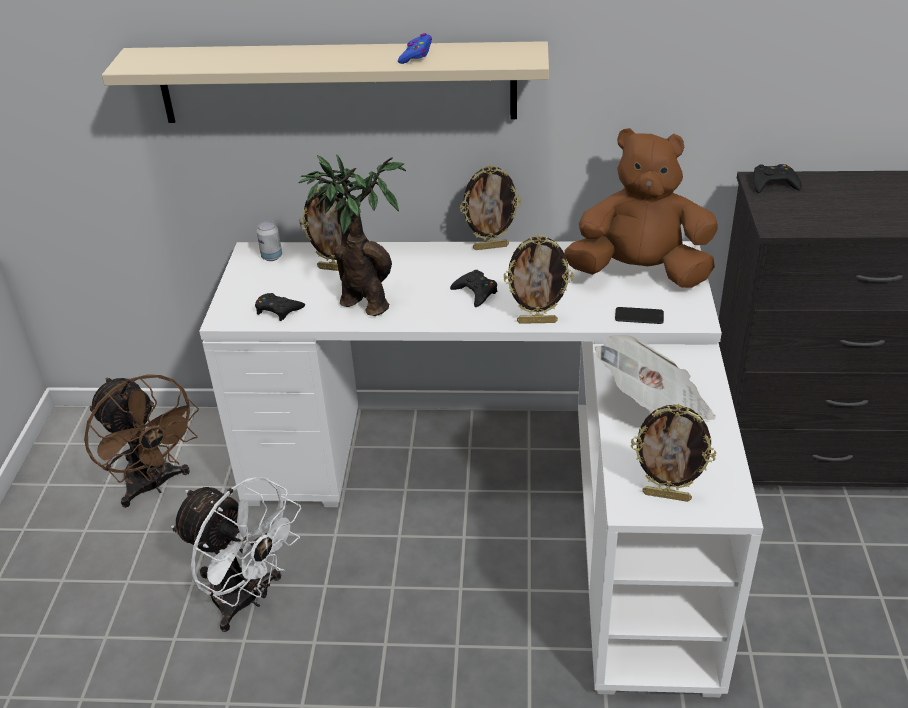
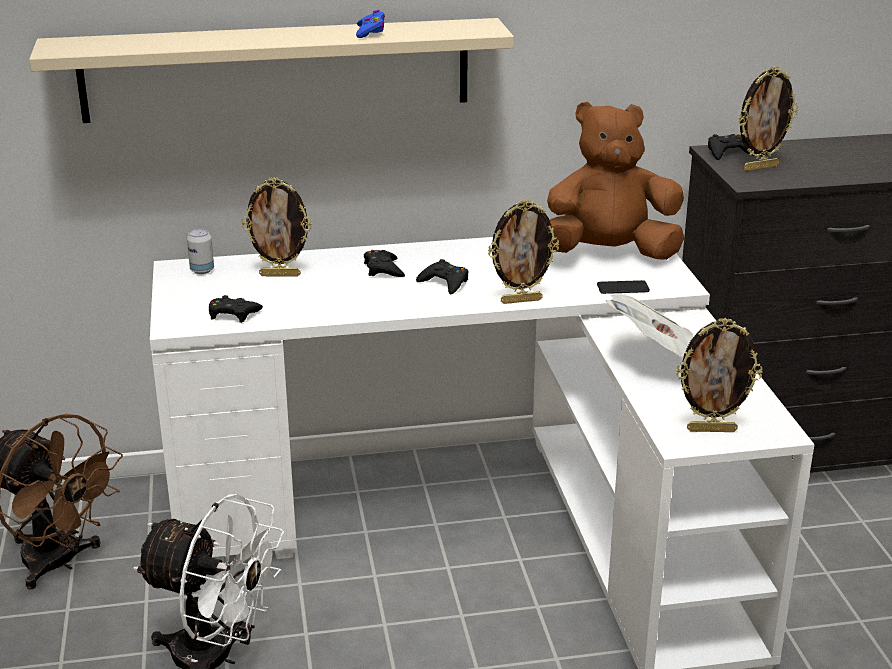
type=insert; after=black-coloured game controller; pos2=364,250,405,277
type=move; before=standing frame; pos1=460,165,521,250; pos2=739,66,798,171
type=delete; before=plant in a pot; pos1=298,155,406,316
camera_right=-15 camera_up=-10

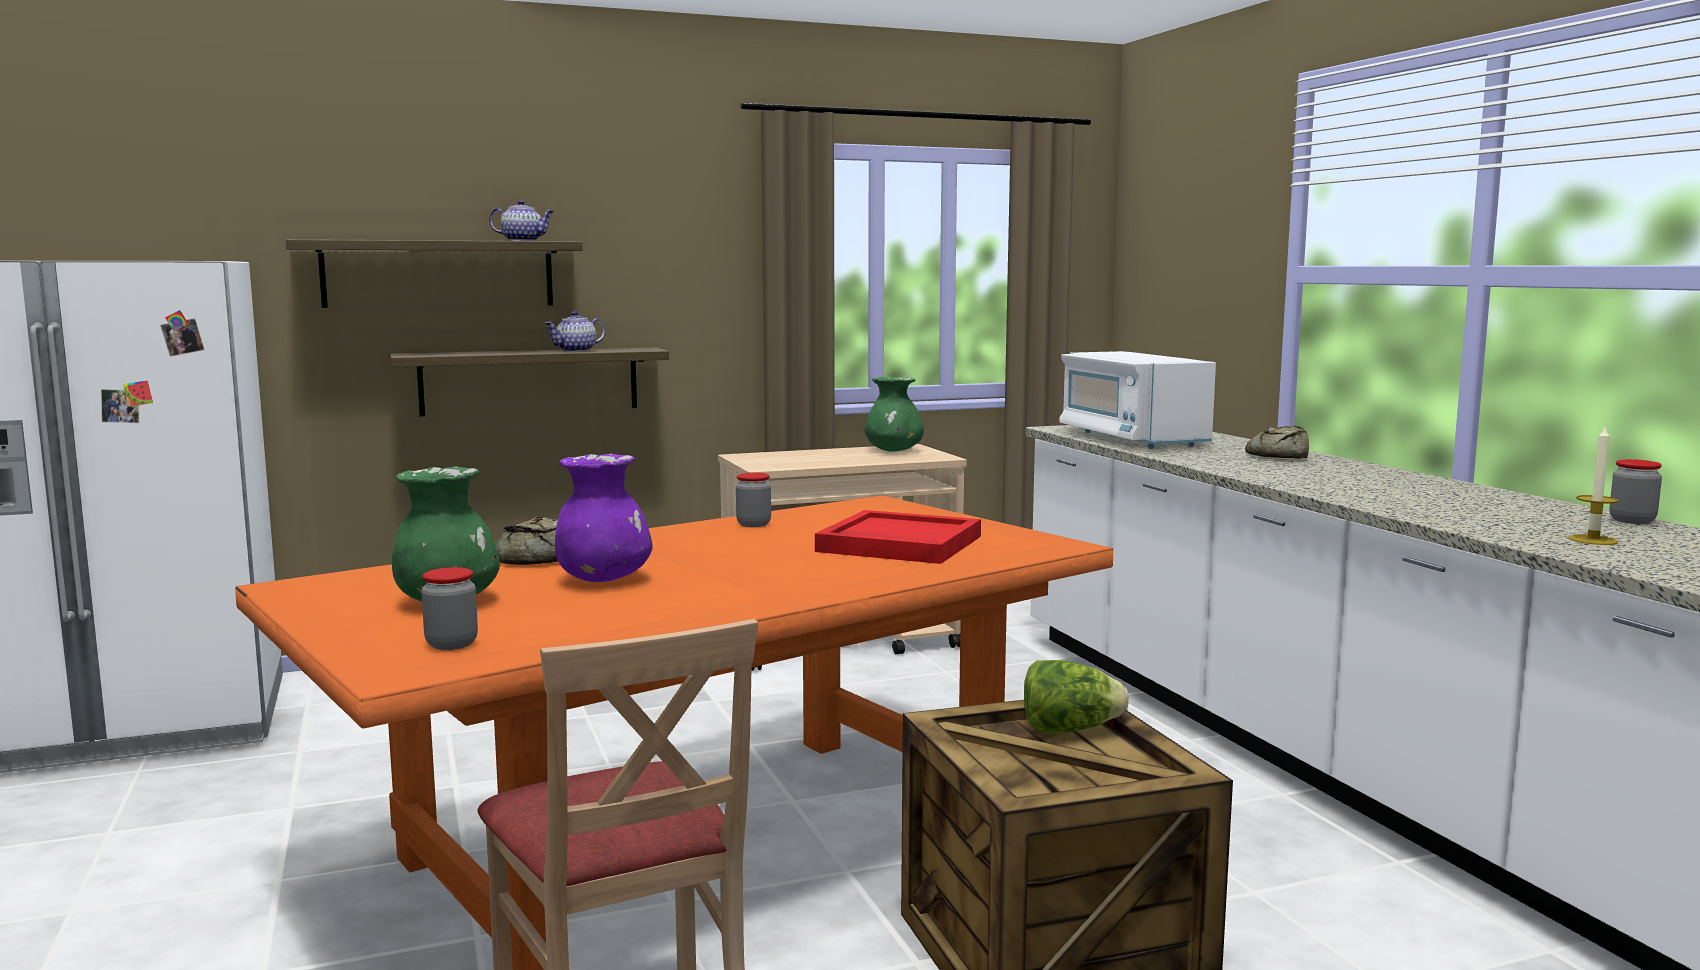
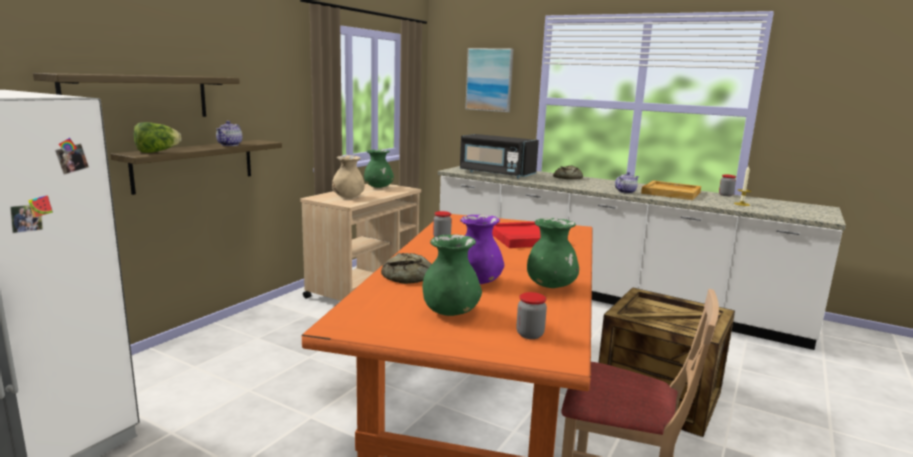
type=move; before=head of lettuce; pos1=1024,660,1129,733; pos2=133,122,181,153
type=insert; after=beige decorative vase; pos2=332,155,365,198
type=recolor; before=whitish kitchen microwave; after=black-coloured kitchen microwave; pos1=1059,351,1216,448; pos2=460,134,539,179
type=insert; after=wall picture; pos2=465,48,513,112
type=insert; after=green-coloured decorative vase; pos2=527,218,579,288
type=move; before=teapot; pos1=489,200,554,241; pos2=615,172,639,194
type=insert; after=beige tray; pos2=641,180,701,200
camera_right=-40 camera_up=5

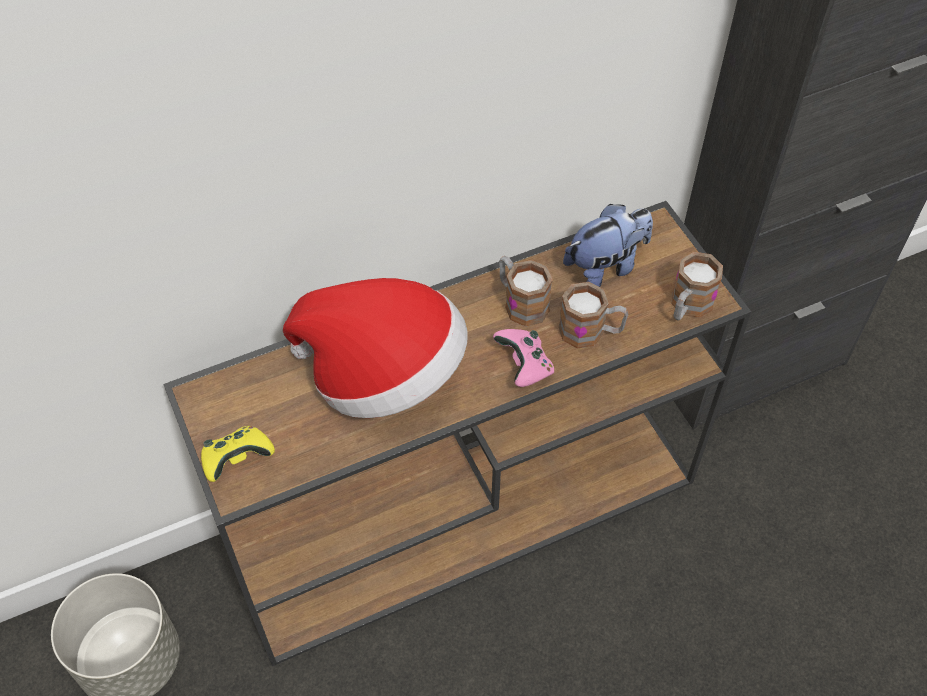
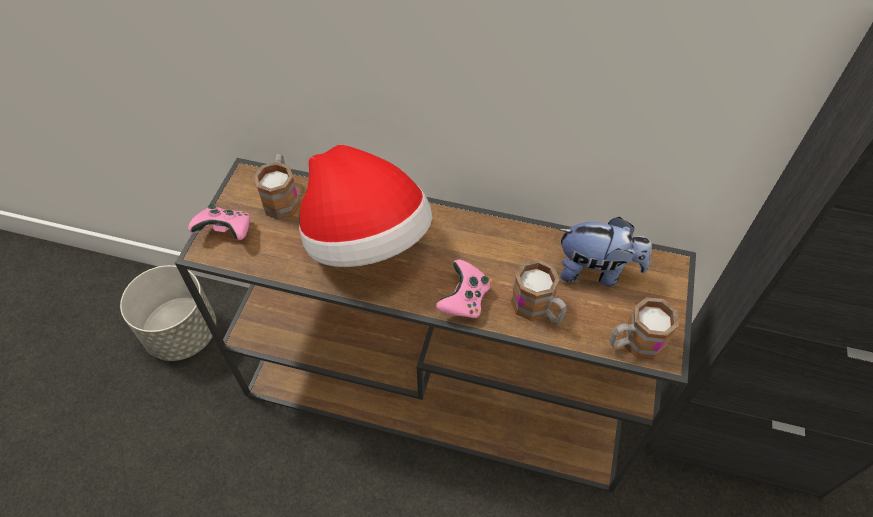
type=recolor; before=yellow-coloured game controller; after=pink-coloured game controller; pos1=201,426,275,482; pos2=188,204,250,240
type=move; before=coffee mug; pos1=499,256,553,327; pos2=253,154,300,220
camera_right=40 camera_up=0

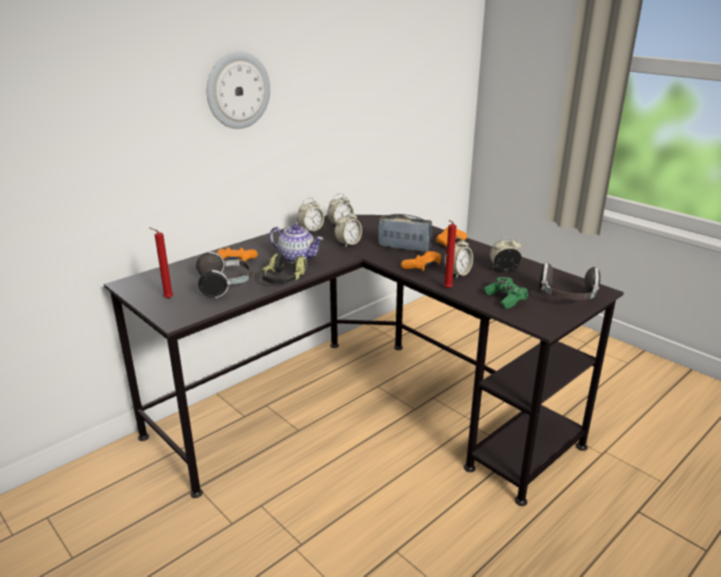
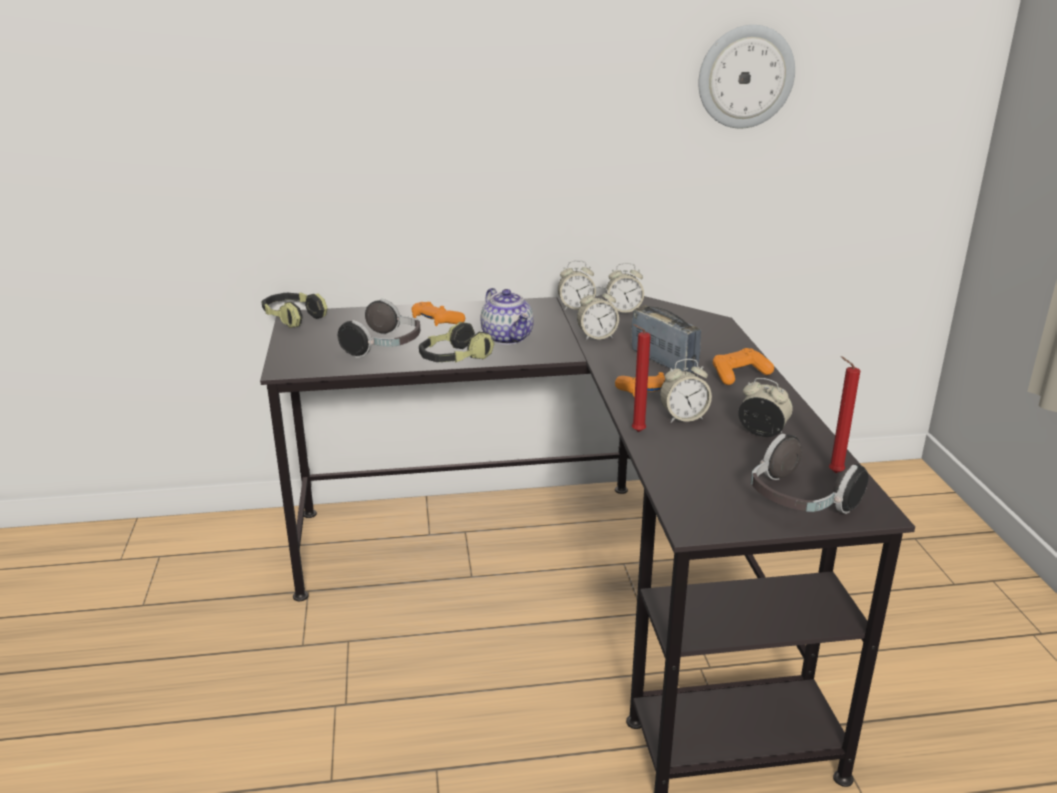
type=insert; after=headphones; pos2=261,292,328,328
type=move; before=clock on the wall; pos1=207,51,270,129; pos2=698,25,795,128
type=move; before=red-coloured candle; pos1=149,227,173,299; pos2=829,356,860,473
type=delete; before=green-coloured game controller; pos1=484,277,529,309
camera_right=35 camera_up=0

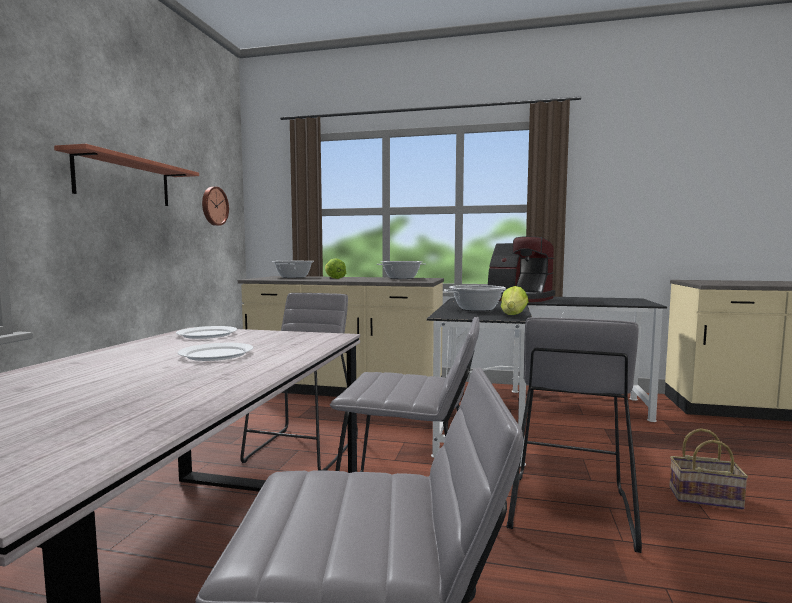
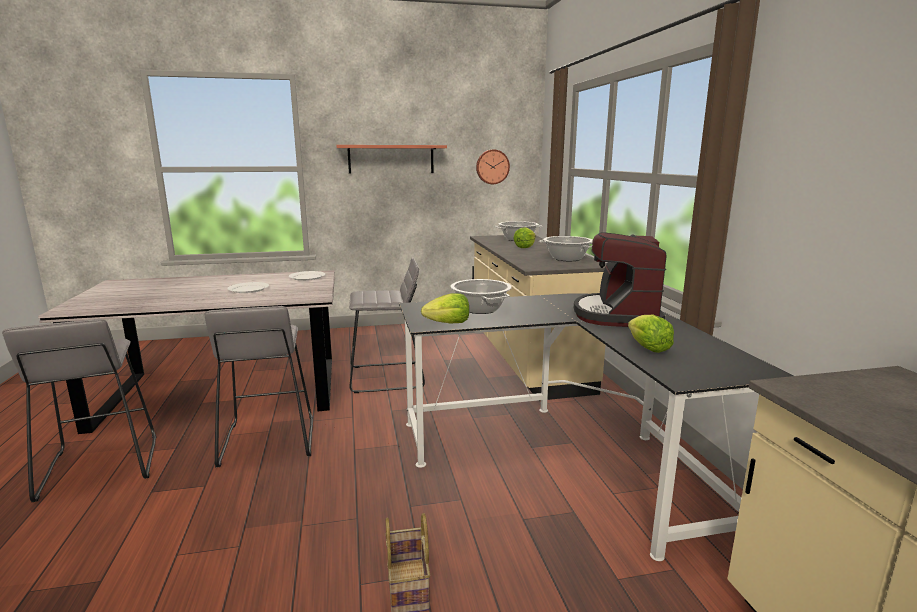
type=insert; after=head of lettuce; pos2=628,315,674,353
type=delete; before=greyish sitting stool; pos1=506,317,642,553
camera_right=65 camera_up=10

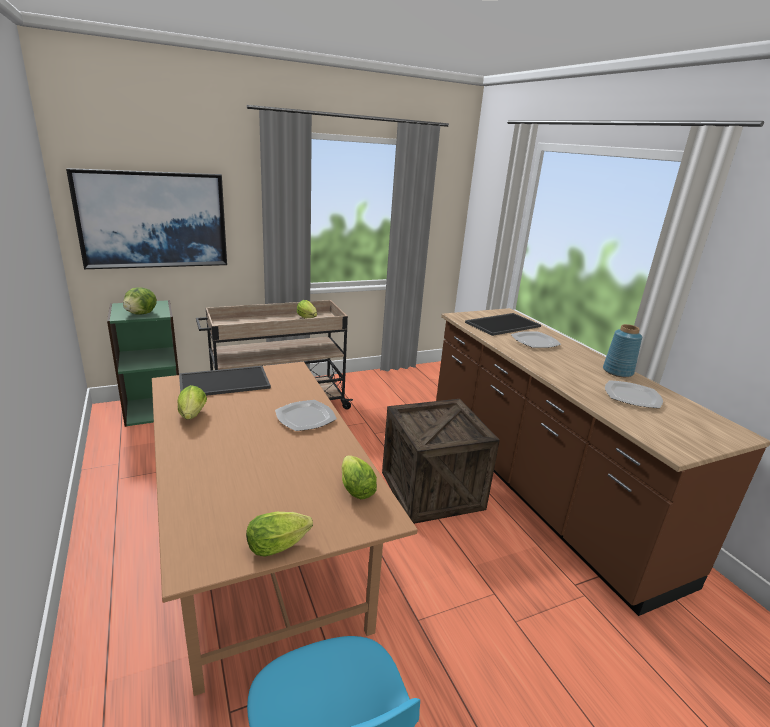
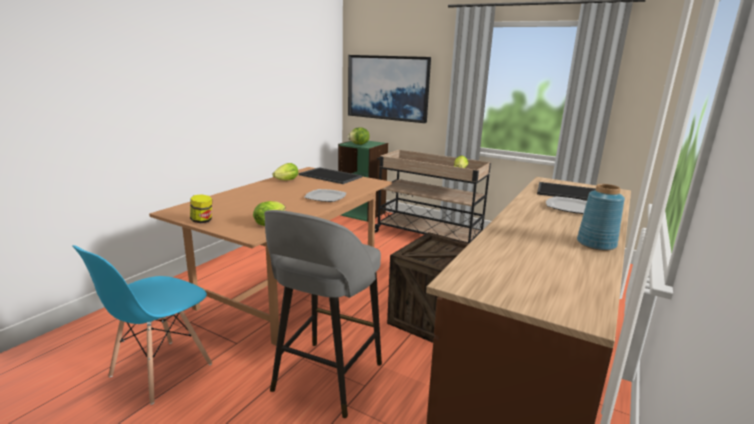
type=replace; before=head of lettuce; after=preserve jar; pos1=246,512,313,557; pos2=190,194,212,223
type=insert; after=greyish sitting stool; pos2=264,210,382,418
type=delete; before=dinner plate; pos1=605,380,663,408
camera_right=55 camera_up=-5

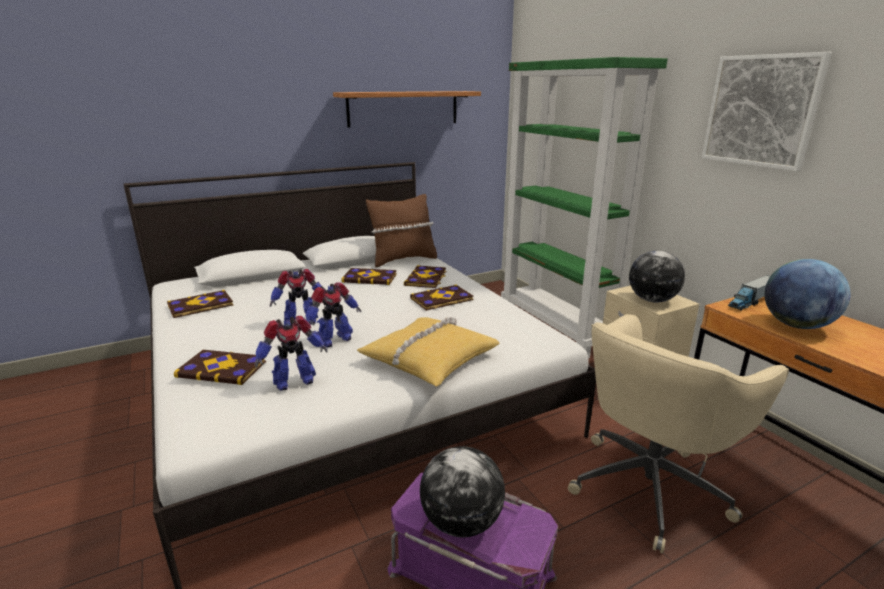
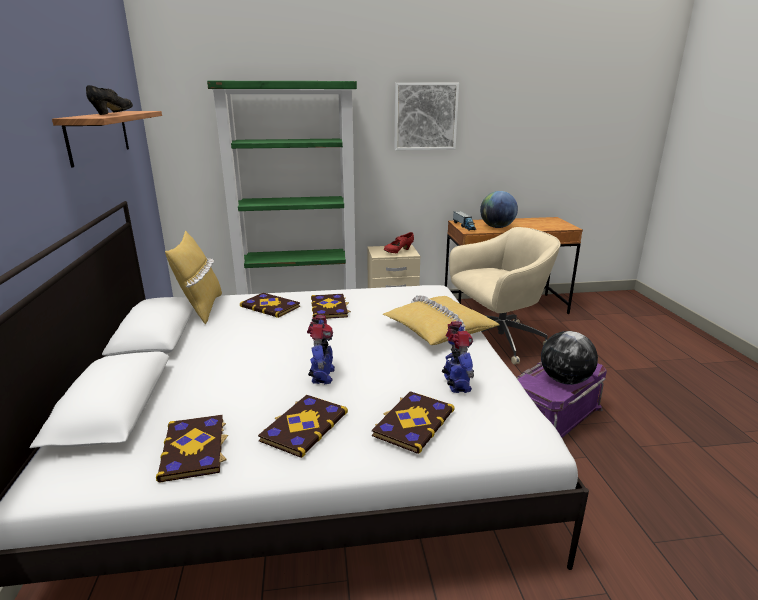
type=insert; after=black-coloured shoe; pos2=86,85,133,115
type=recolor; before=brownish throw pillow; after=yellow-coloured throw pillow; pos1=366,194,437,268; pos2=165,231,222,325
type=move; before=book; pos1=342,268,397,285; pos2=258,395,348,458
type=replace; before=globe; after=red-coloured shoe; pos1=629,251,685,302; pos2=384,232,414,253
type=rotate; before=beige office chair; pos1=568,314,789,553; pos2=449,227,561,364; turn=-90
type=delete; before=model robot; pos1=305,282,362,347
camera_right=-70 camera_up=0

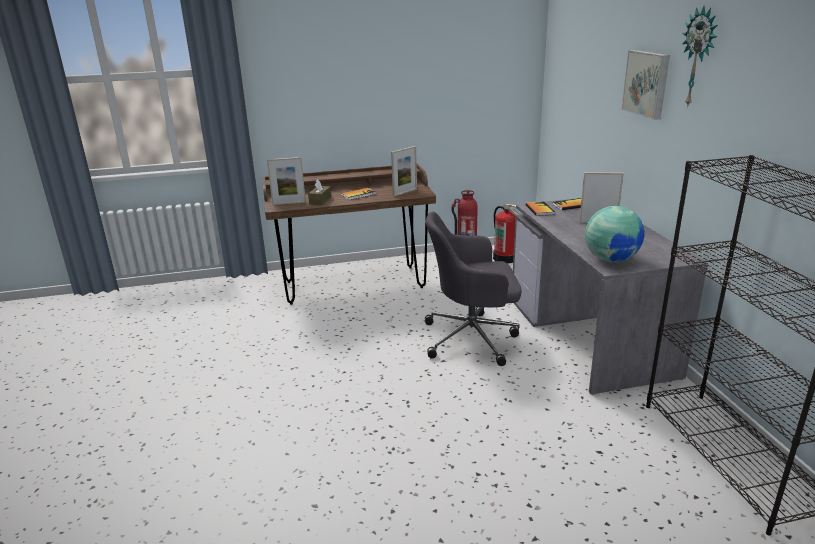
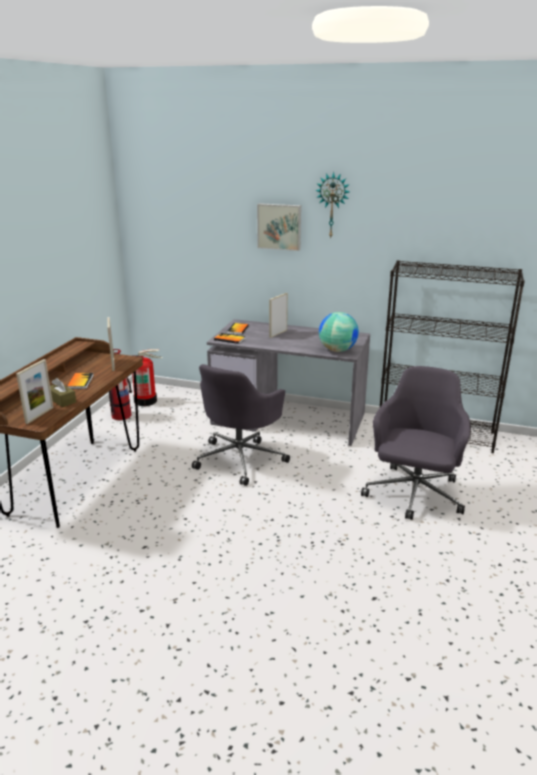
type=insert; after=greyish office chair; pos2=361,366,470,520
camera_right=-60 camera_up=0

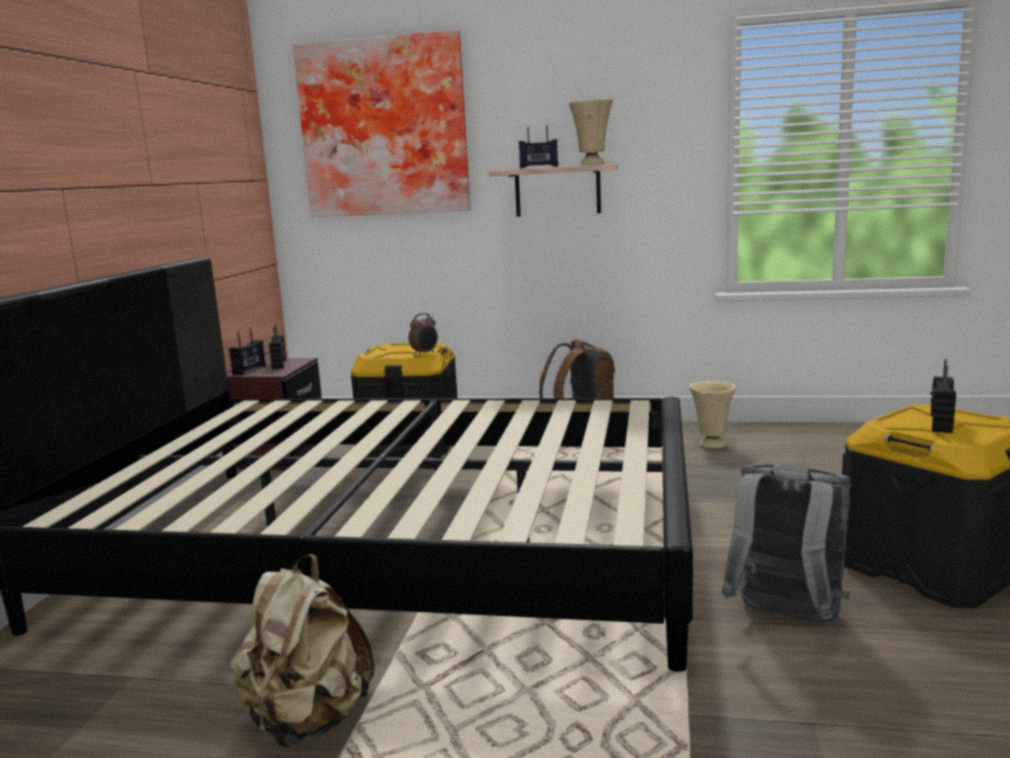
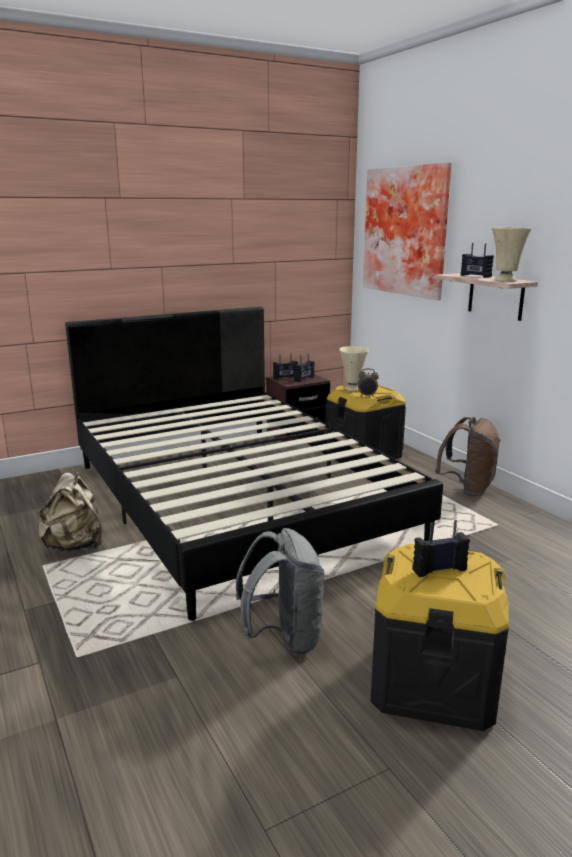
type=move; before=beige decorative vase; pos1=689,381,736,448; pos2=339,346,369,391
camera_right=50 camera_up=5

